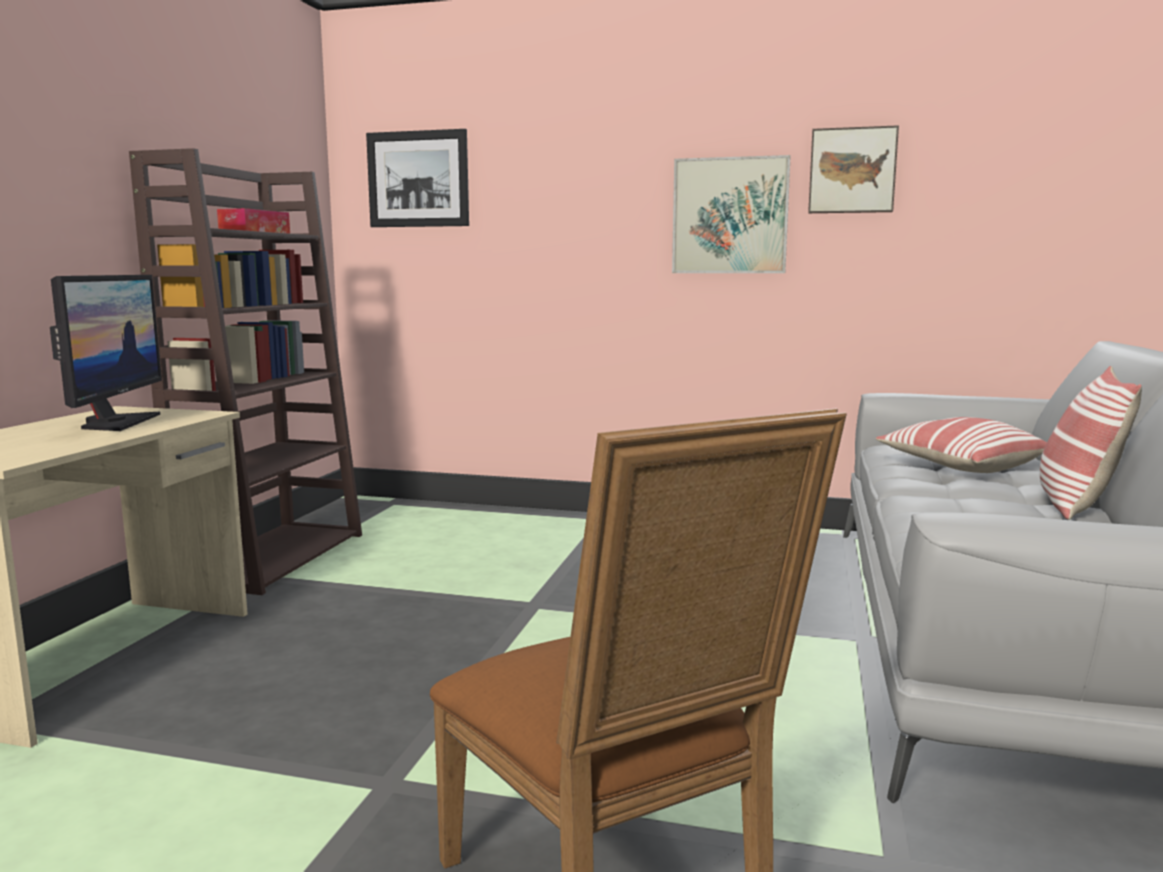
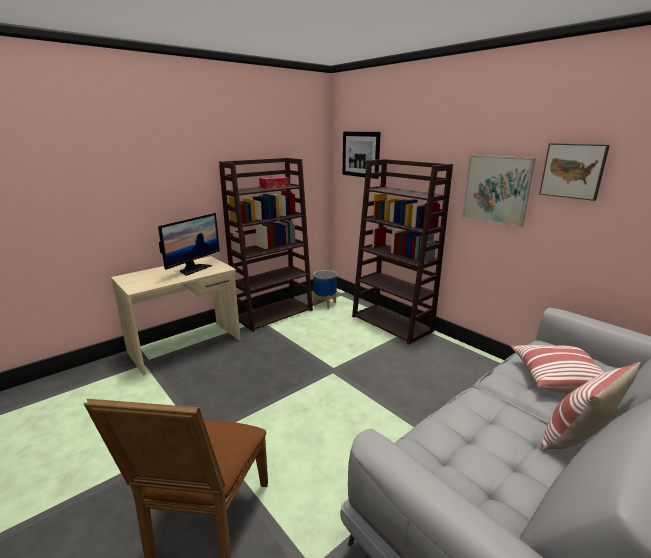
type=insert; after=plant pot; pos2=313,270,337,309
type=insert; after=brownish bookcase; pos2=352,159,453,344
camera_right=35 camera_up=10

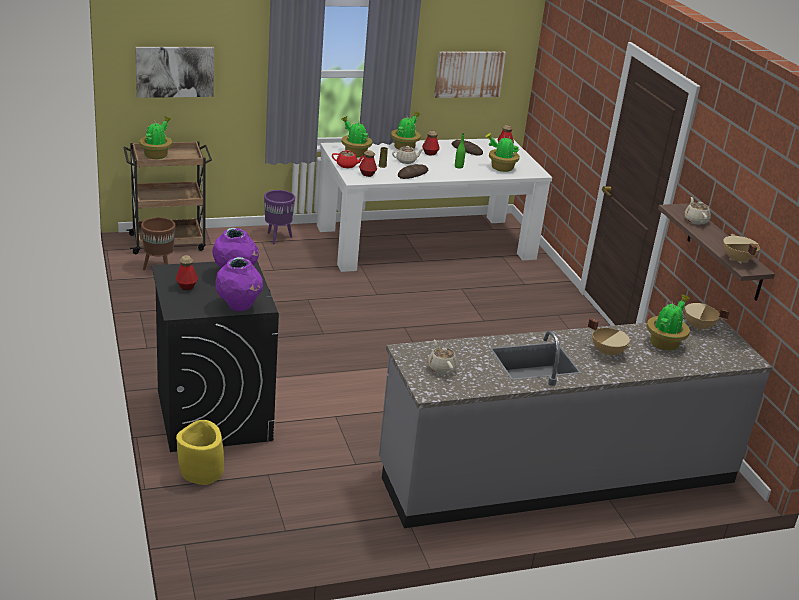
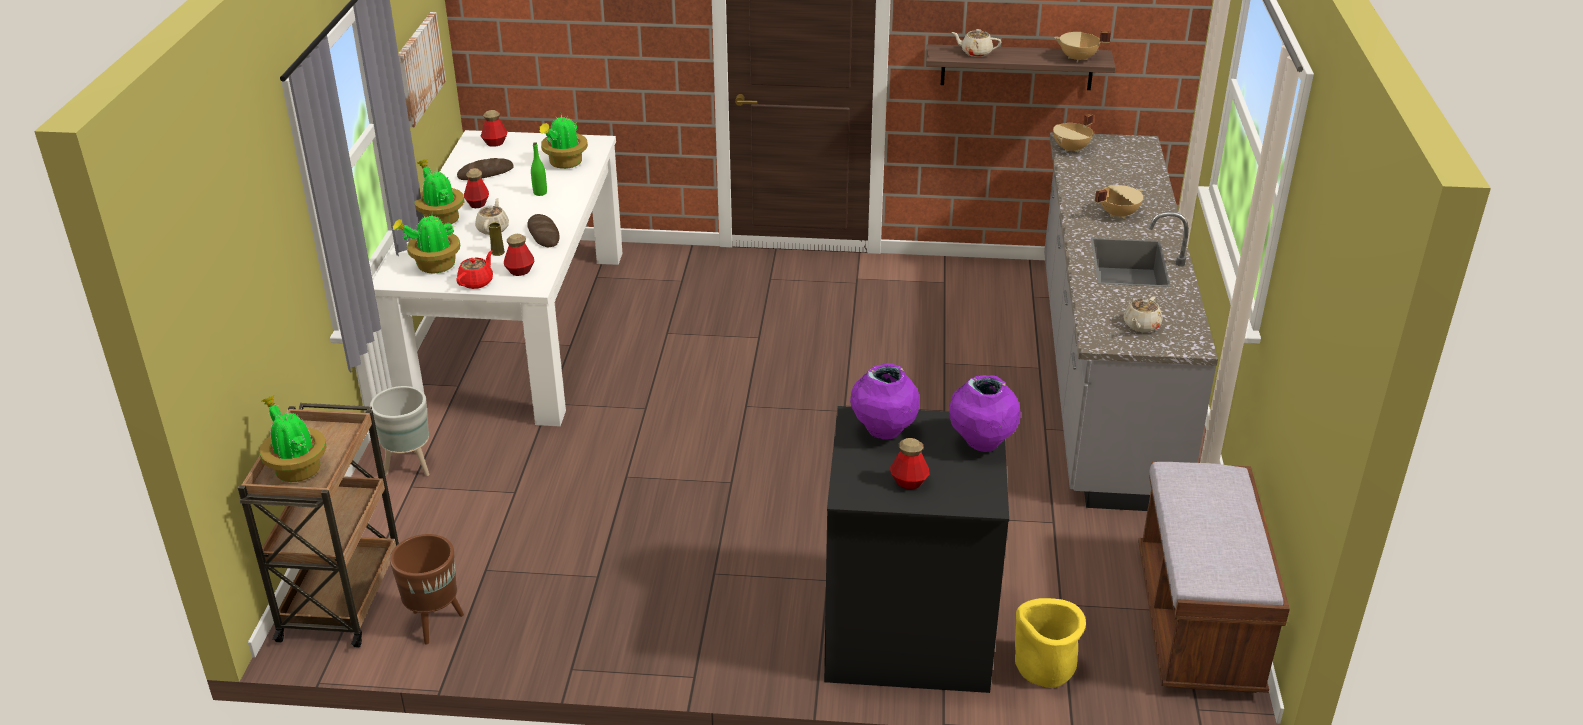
type=recolor; before=purple-coloured plant pot; after=greyish plant pot; pos1=264,190,295,244; pos2=370,386,429,476
type=rotate; before=beige teapot; pos1=427,340,458,374; pos2=1124,297,1162,332; turn=-60
type=insert; after=brownish indoor bench; pos2=1138,461,1290,693
type=delete; before=wall picture; pos1=135,47,214,98
type=delete; before=plant in a pot; pos1=646,294,690,351
camera_right=-65 camera_up=5

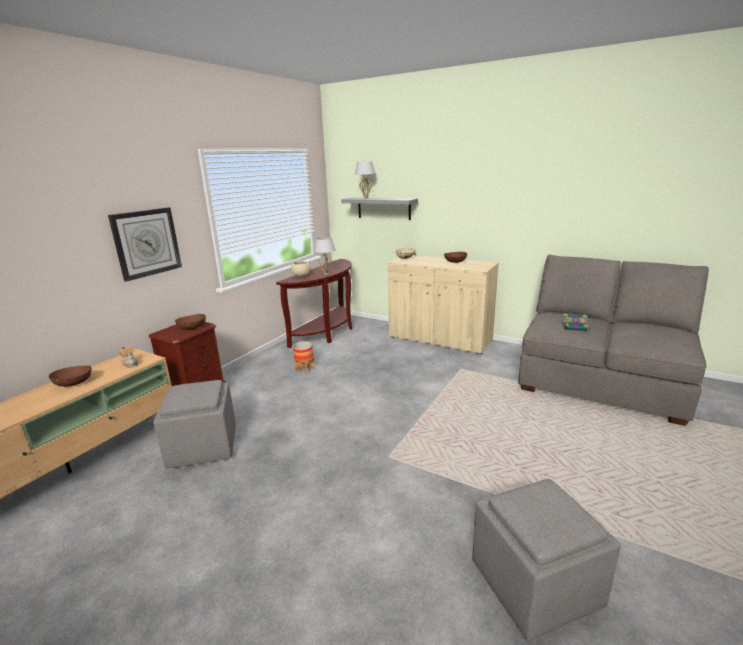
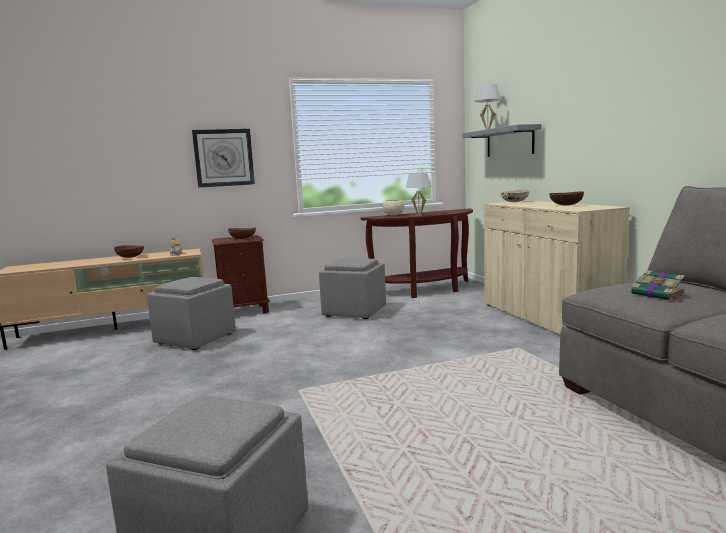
type=replace; before=plant pot; after=greyish pouffe; pos1=293,341,315,374; pos2=319,258,386,319
camera_right=40 camera_up=-10

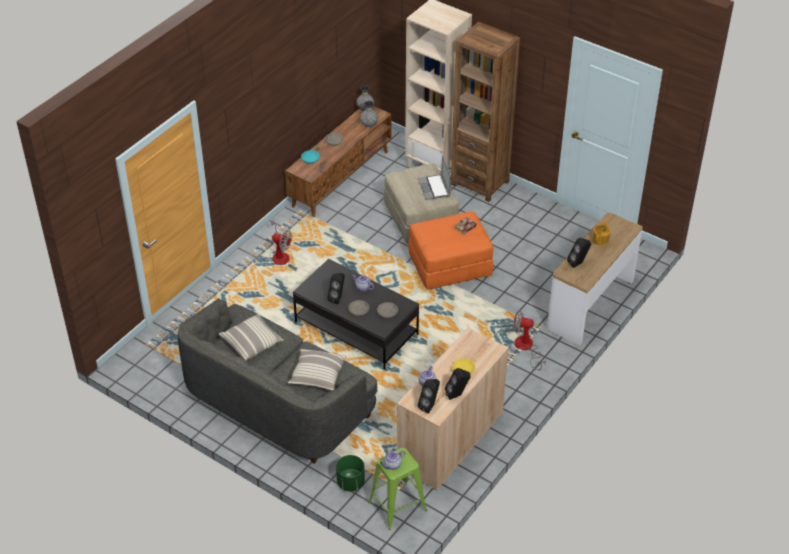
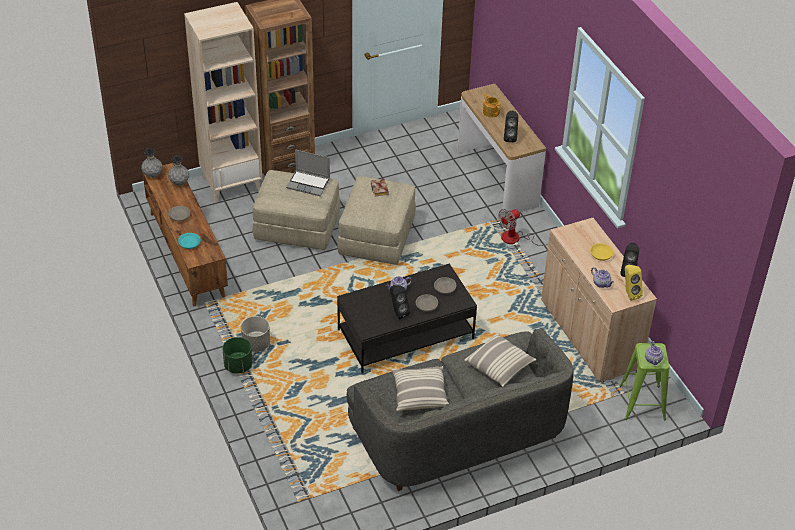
type=move; before=green-coloured plant pot; pos1=336,455,365,491; pos2=222,337,252,374
type=replace; before=cooling fan; after=greyish plant pot; pos1=269,219,292,265; pos2=241,316,270,352
type=recolor; before=orange-coloured pouffe; after=beige pouffe; pos1=408,211,494,290; pos2=337,176,416,265
type=recolor; before=black-coloured audio speaker; after=yellow-coloured audio speaker; pos1=418,379,440,414; pos2=625,265,643,301
camera_right=-60 camera_up=0

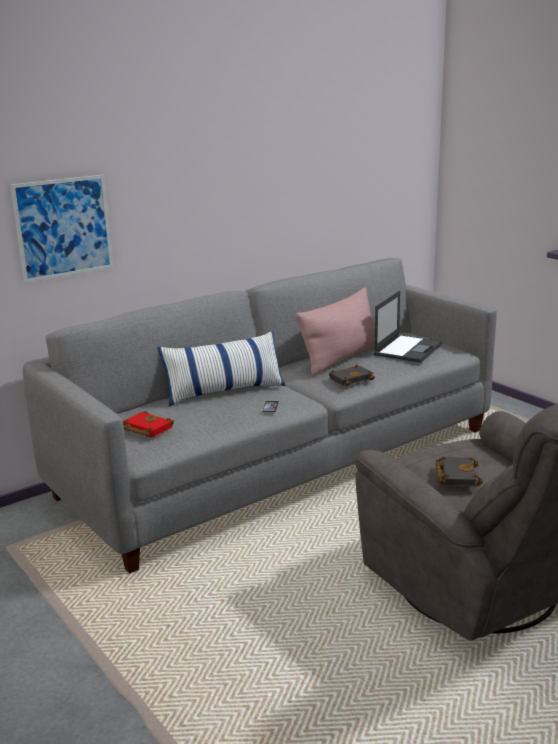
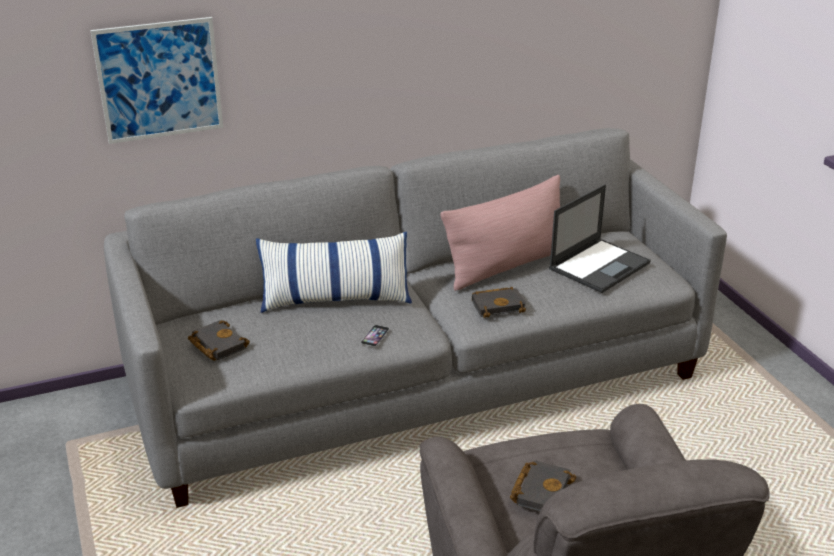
type=recolor; before=red-coloured book; after=black-coloured book; pos1=123,411,174,438; pos2=188,320,250,361
camera_right=15 camera_up=10

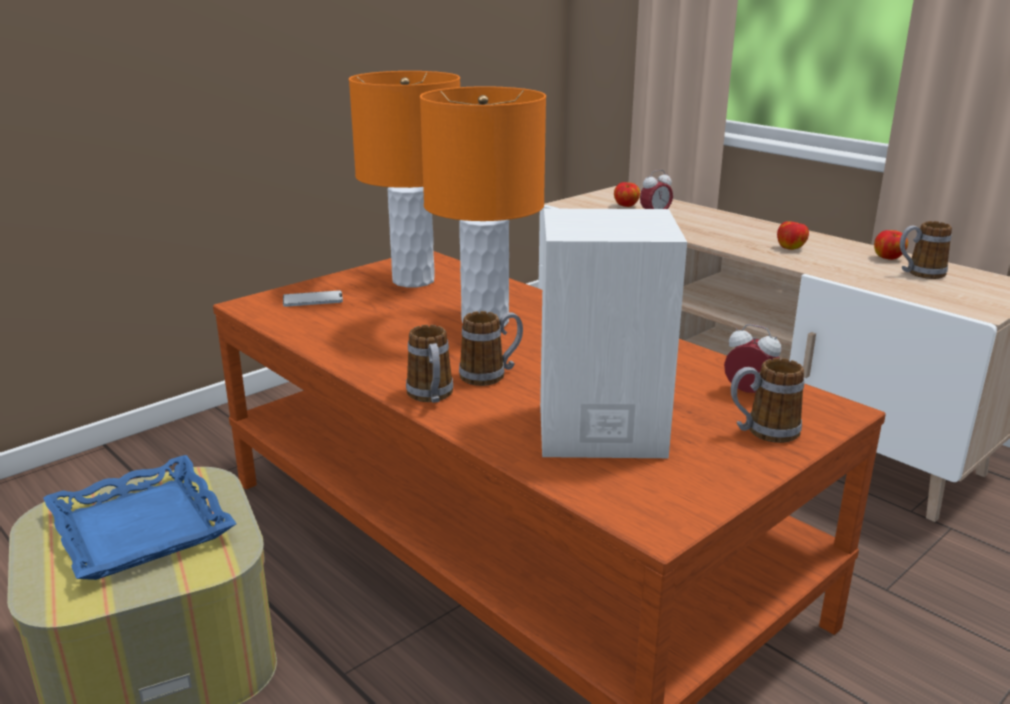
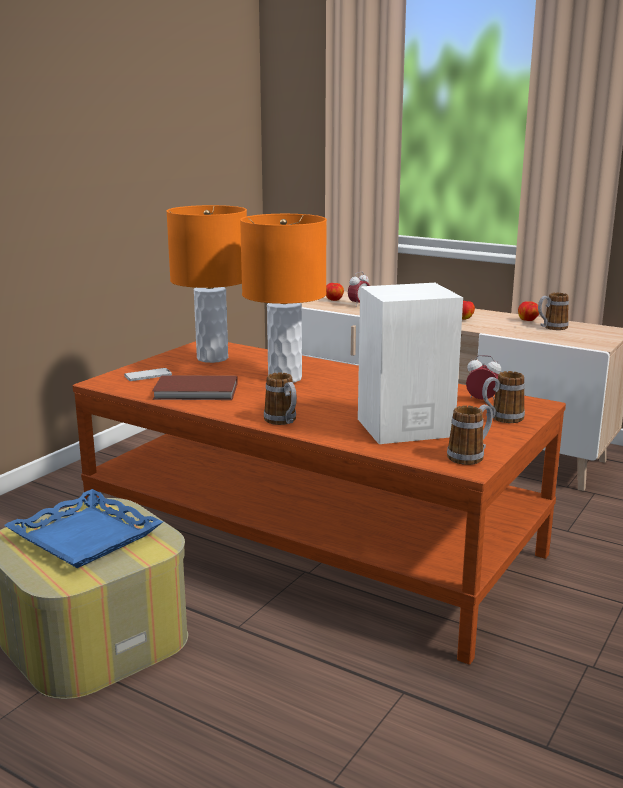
type=insert; after=brownish book; pos2=152,375,238,400
type=move; before=coffee mug; pos1=459,311,523,386; pos2=447,405,493,465
camera_right=-15 camera_up=-5

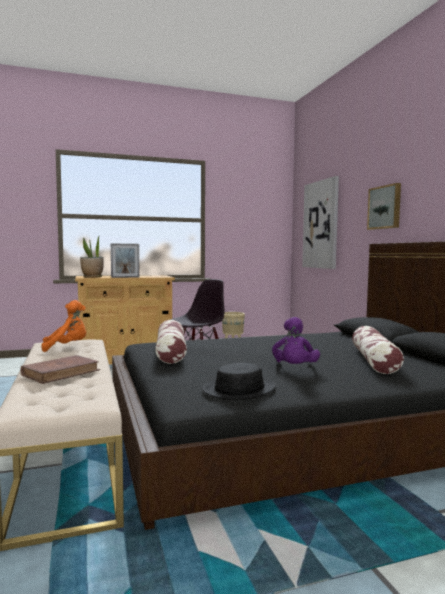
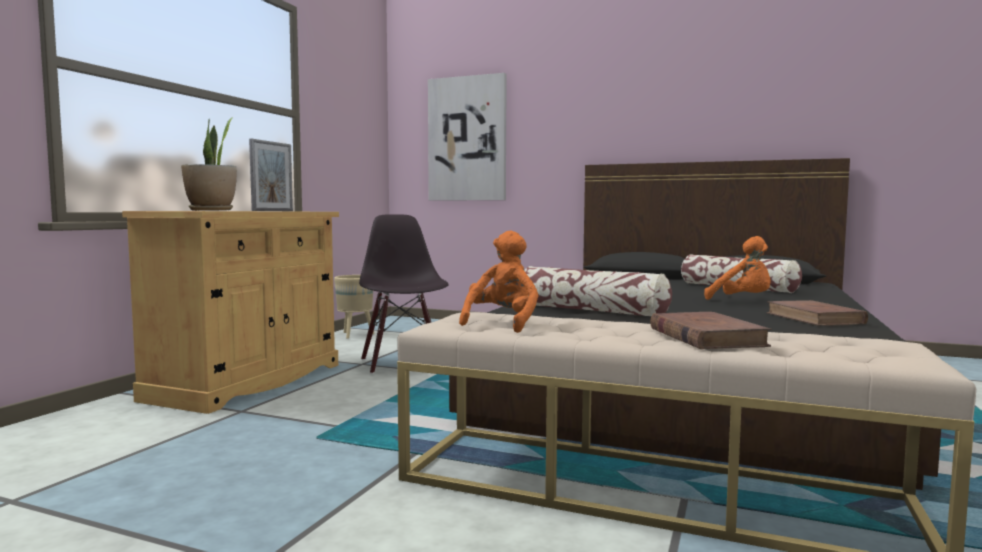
type=recolor; before=purple-coloured cuddly toy; after=orange-coloured cuddly toy; pos1=272,317,320,364; pos2=704,236,771,300
type=replace; before=black-coloured hat; after=brownish book; pos1=202,363,276,400; pos2=766,300,868,326
type=delete; before=wall picture; pos1=367,183,401,230
camera_right=-50 camera_up=0

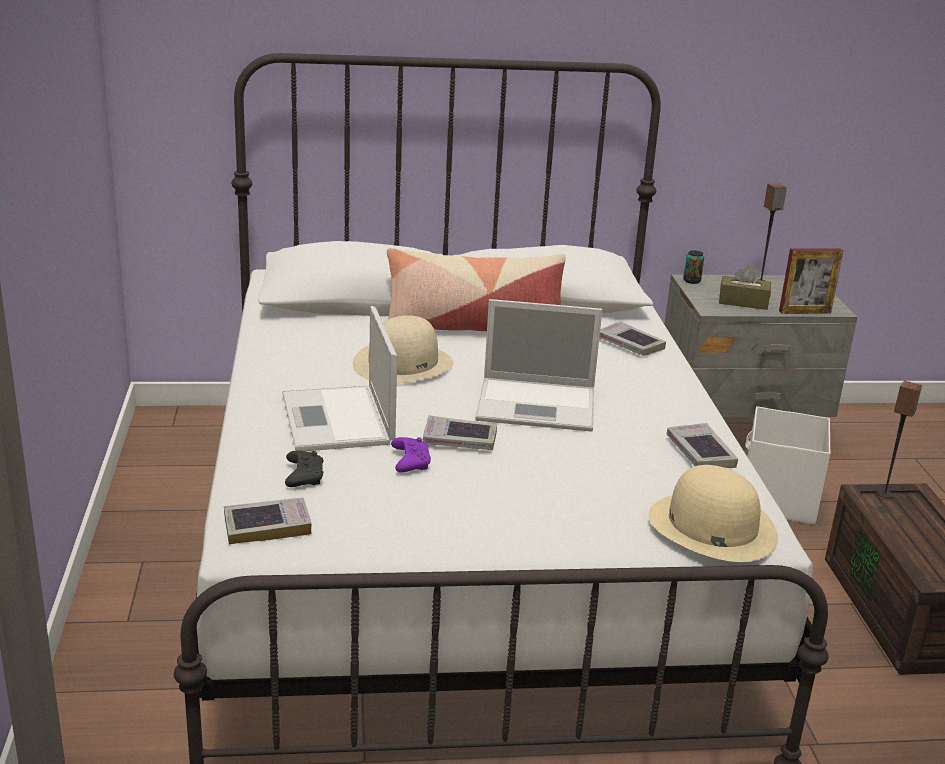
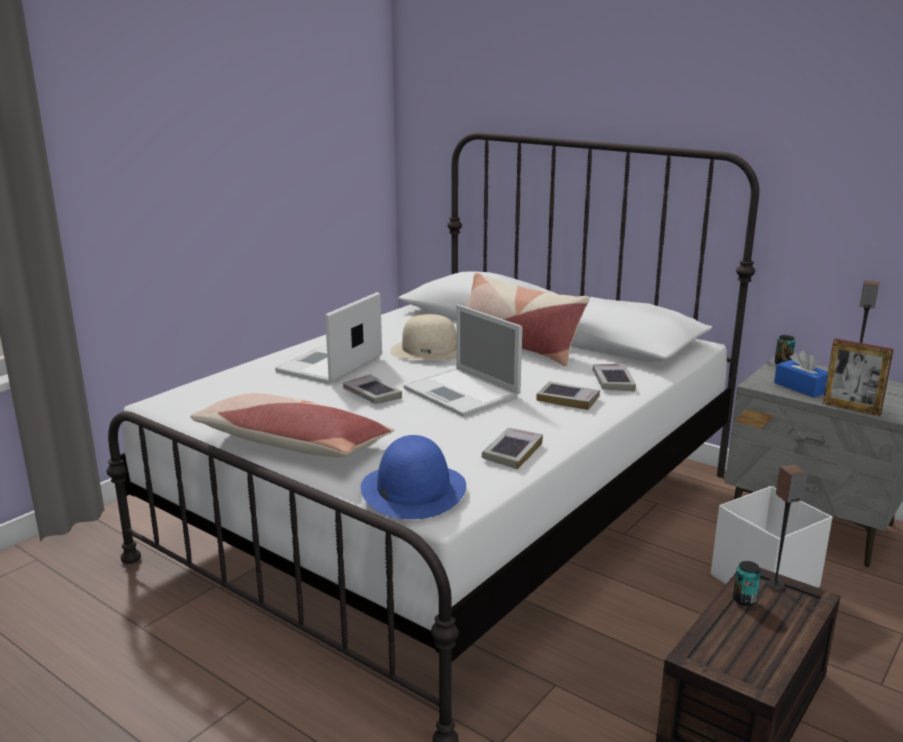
type=insert; after=throw pillow; pos2=190,393,394,458
type=recolor; before=beige hat; after=blue-coloured hat; pos1=649,465,778,562; pos2=361,435,466,519
type=move; before=book; pos1=224,497,312,544; pos2=536,381,600,410
type=insert; after=can; pos2=733,561,761,606
type=recolor; before=brownish tissue box; after=blue-coloured tissue box; pos1=719,264,771,310; pos2=774,350,828,398
type=delete; before=black-coloured game controller; pos1=285,450,323,487
type=delete; before=purple-coloured game controller; pos1=391,437,431,473
camera_right=45 camera_up=-5

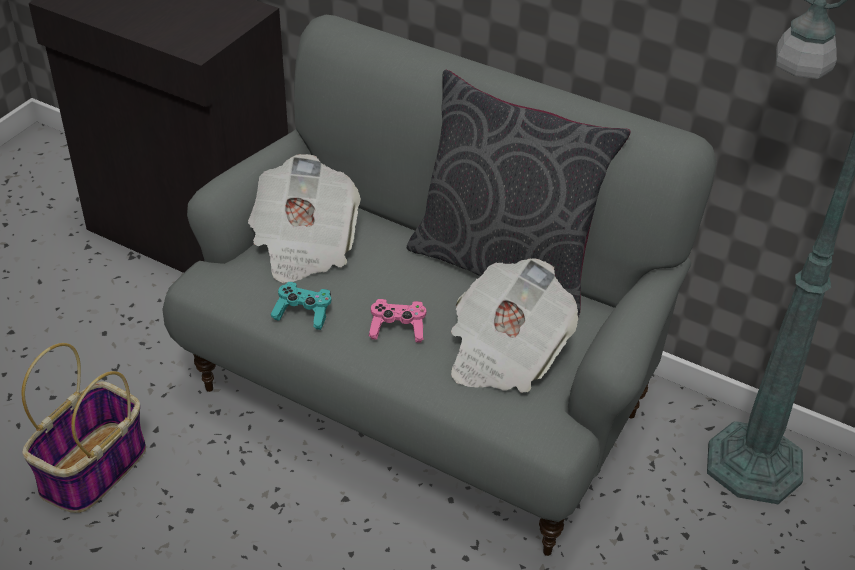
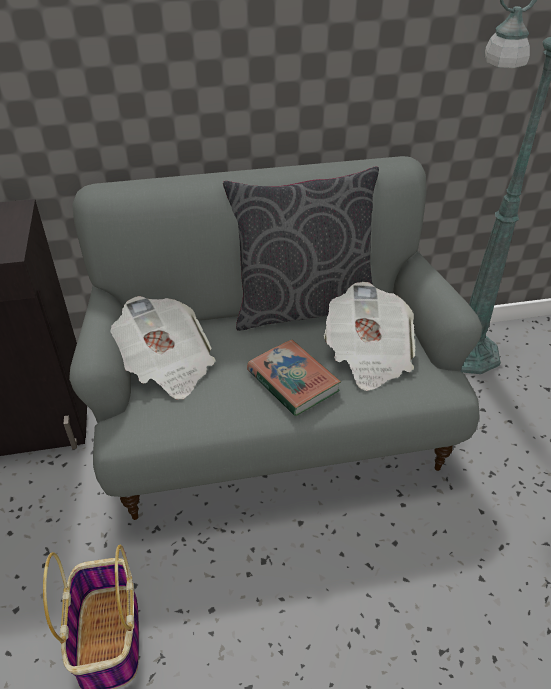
type=replace; before=pink-coloured game controller; after=book; pos1=368,299,426,343; pos2=247,339,341,416
type=delete; before=turquoise-coloured game controller; pos1=270,282,331,330
camera_right=-40 camera_up=0

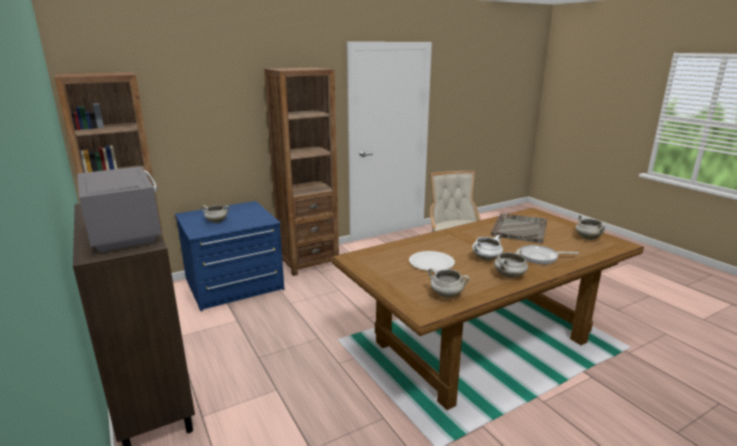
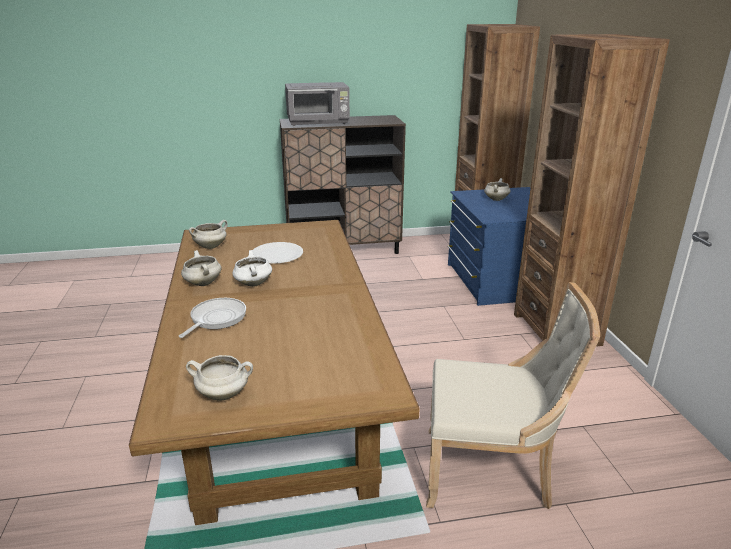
type=delete; before=greyish tray; pos1=491,213,547,243
camera_right=110 camera_up=5

